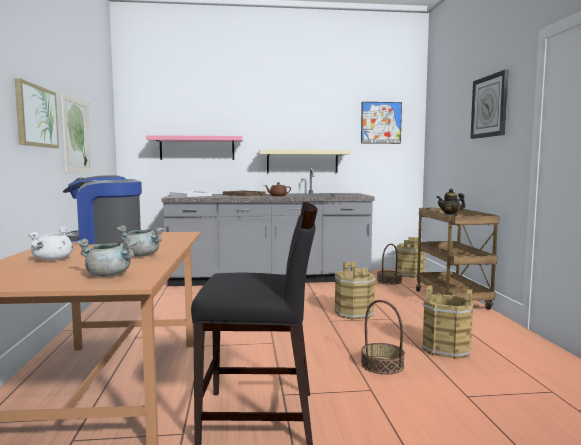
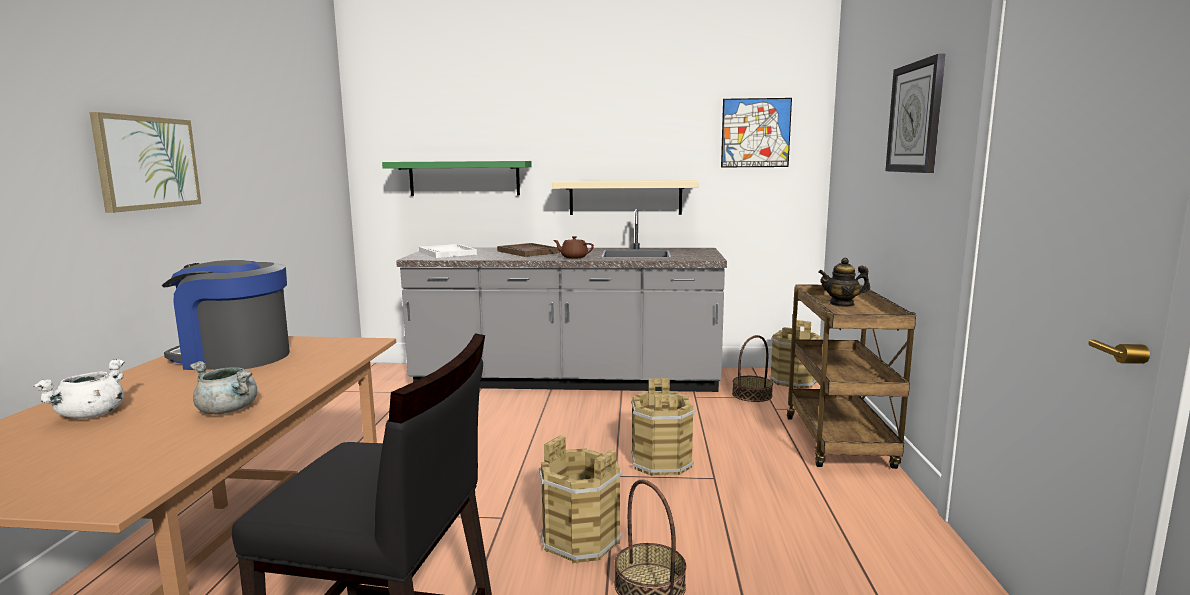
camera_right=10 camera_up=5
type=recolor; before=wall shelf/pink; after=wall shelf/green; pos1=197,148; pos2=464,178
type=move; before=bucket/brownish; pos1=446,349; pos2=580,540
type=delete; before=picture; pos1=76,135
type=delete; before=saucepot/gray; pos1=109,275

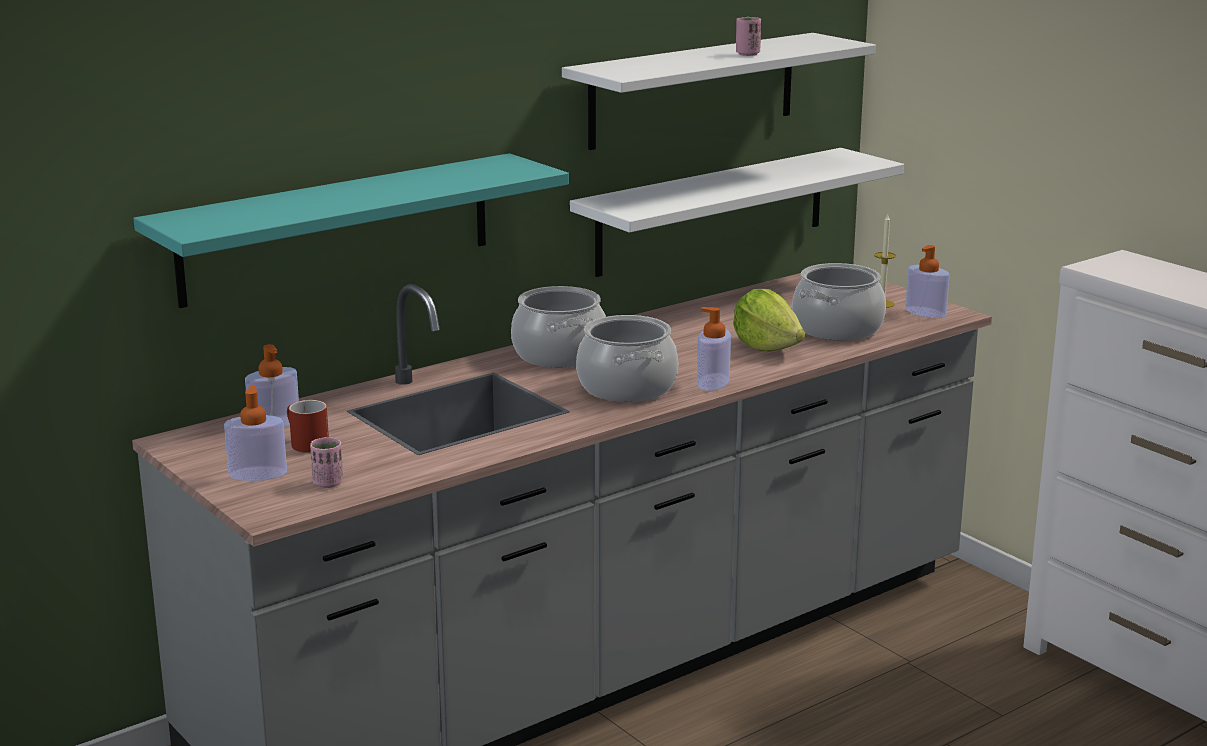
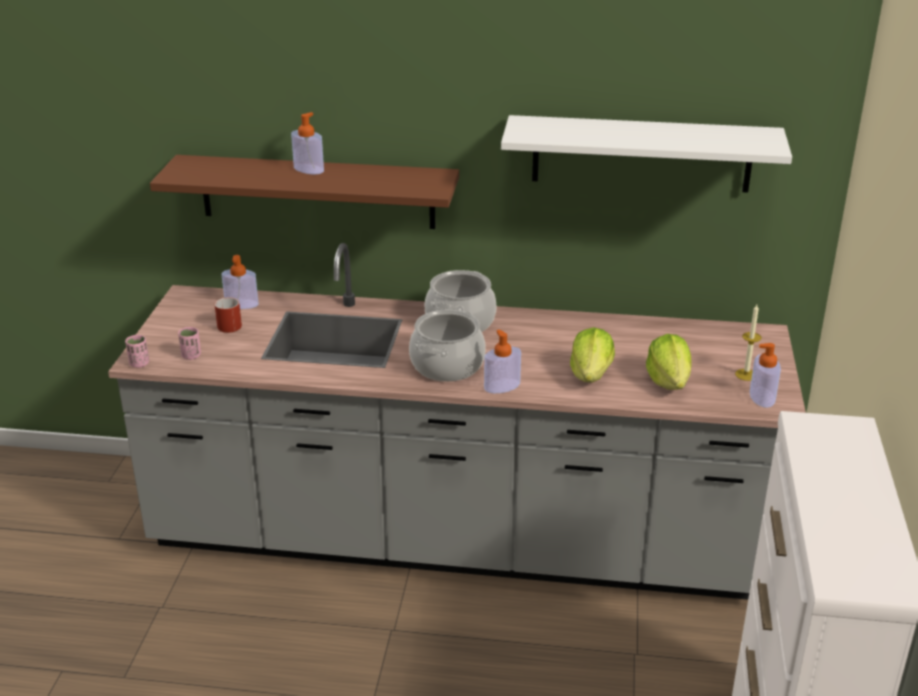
camera_right=45 camera_up=10
type=move; before=drinking cup/pink; pos1=747,54; pos2=139,364
type=recolor; before=wall shelf/blue-green; after=wall shelf/brownish; pos1=337,228; pos2=317,192
type=move; before=soap bottle; pos1=257,474; pos2=308,169
type=replace; before=saucepot; after=head of lettuce; pos1=837,328; pos2=668,381
type=delete; before=wall shelf/white-coloured; pos1=712,211

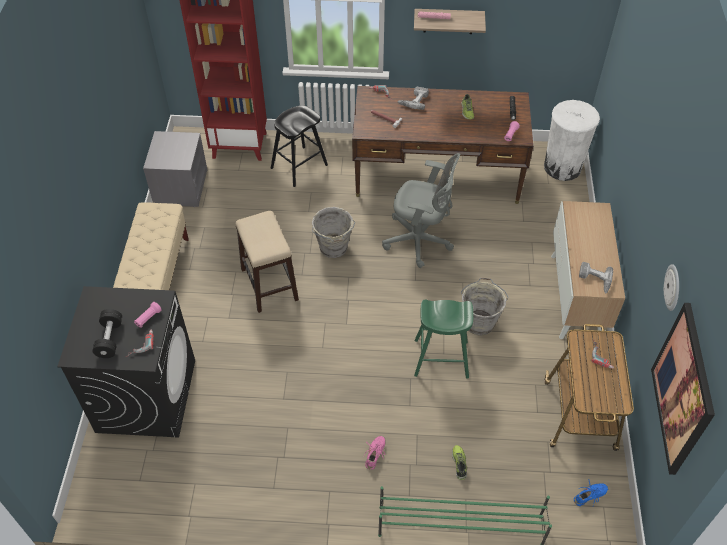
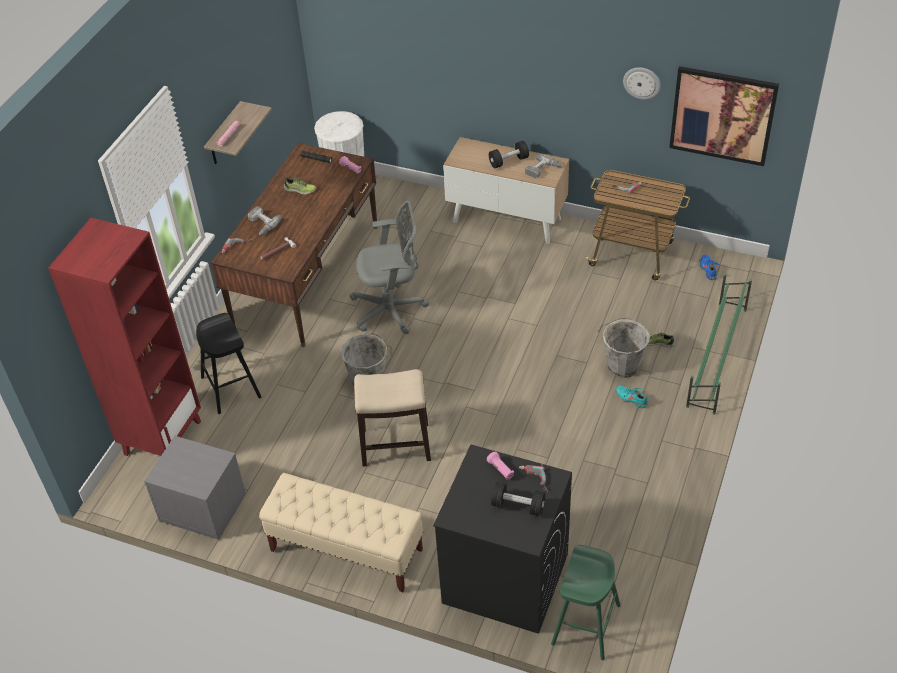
camera_right=-70 camera_up=-5
type=rotate; before=office chair/gray; pos1=420,241; pos2=392,310; turn=45
type=insert; after=free weight/black; pos2=508,161
type=move; before=stool seat/green; pos1=441,358; pos2=586,624
type=move; before=bucket/gray; pos1=479,322; pos2=621,365
type=recolor; before=low shoe/pink; after=low shoe/blue-green; pos1=375,454; pos2=631,399

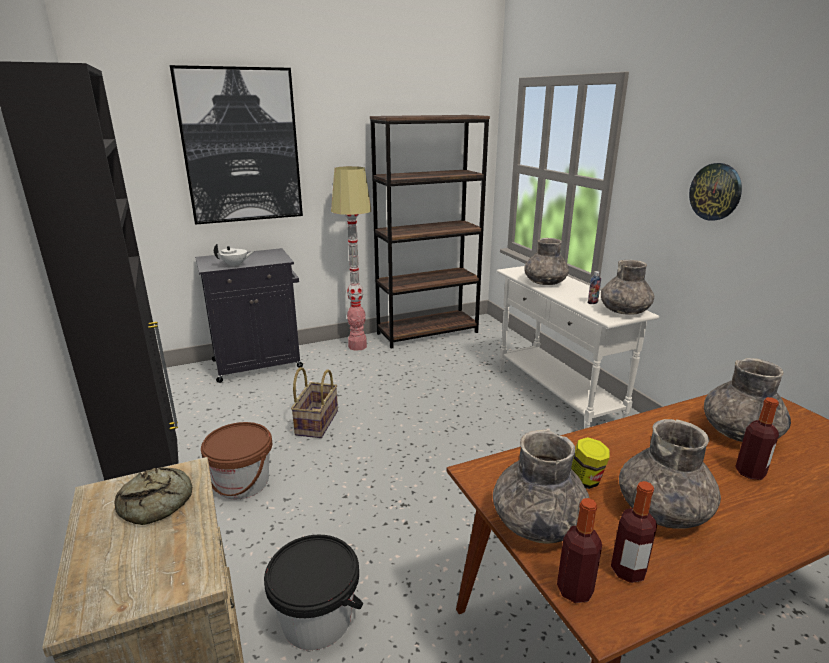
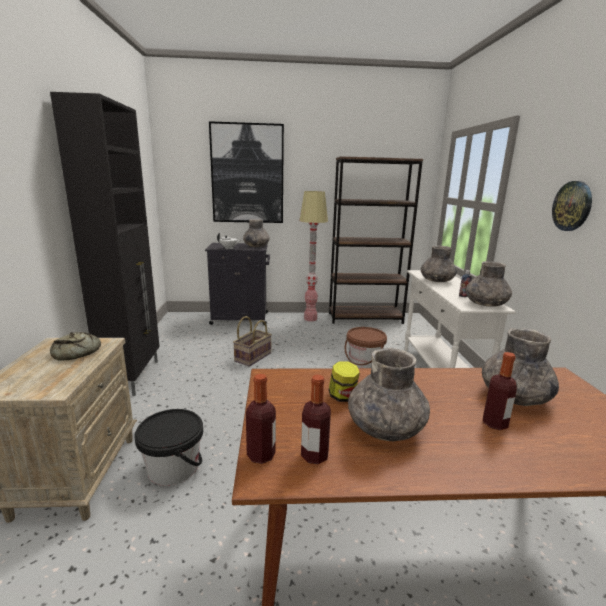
camera_right=20 camera_up=-5
type=move; before=vase/gray; pos1=537,523; pos2=256,246
type=move; before=bucket/brownish; pos1=242,483; pos2=364,362

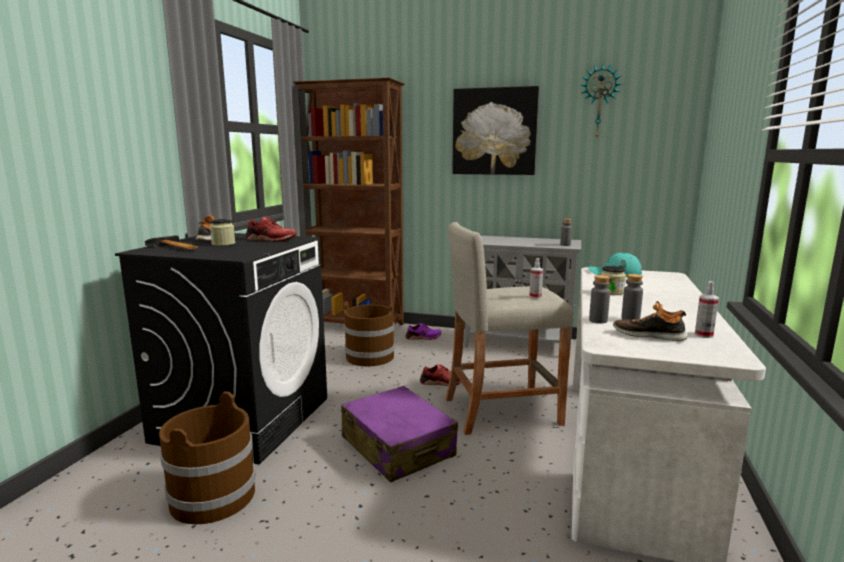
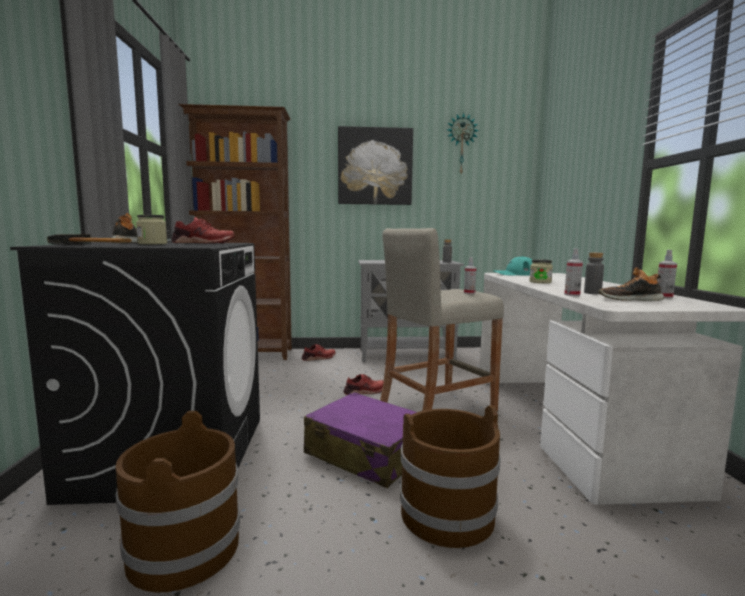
camera_right=-20 camera_up=-5
type=recolor; before=low shoe/purple; after=low shoe/reddish; pos1=423,337; pos2=318,358
type=move; before=bucket/brownish; pos1=369,357; pos2=446,515
type=replace; before=beverage bottle/gray; after=sprayer; pos1=598,320; pos2=572,295

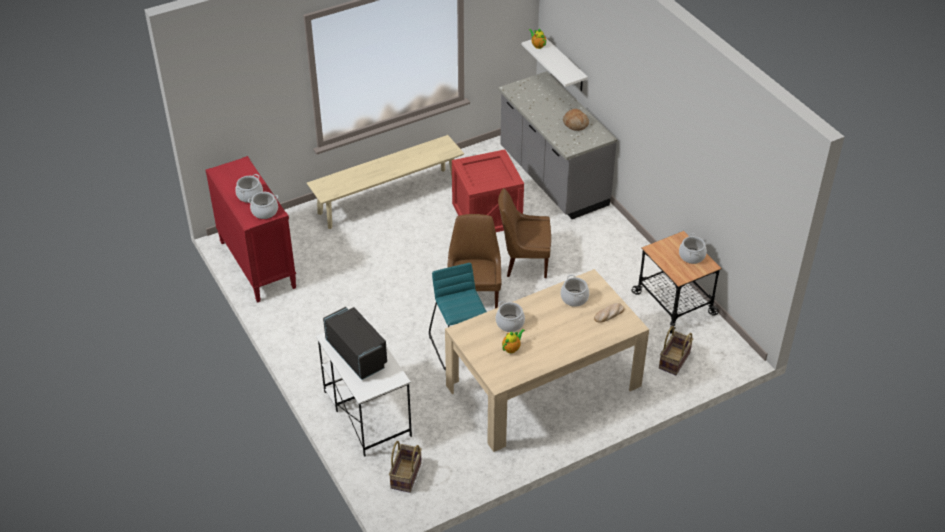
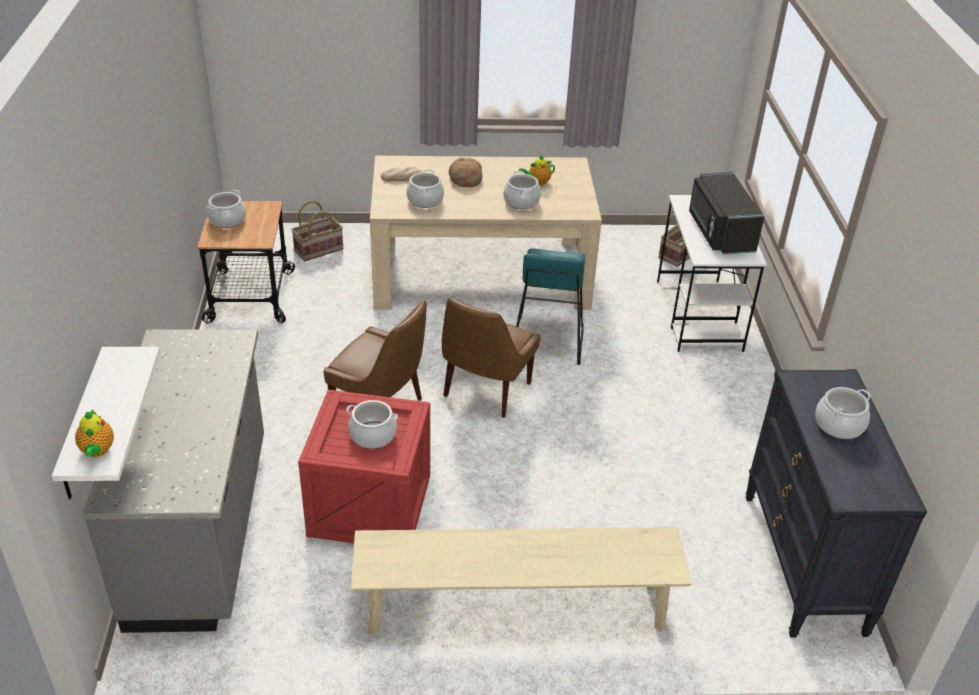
camera_right=-155 camera_up=-5
type=move; before=saucepot; pos1=264,211; pos2=373,435
type=move; before=bakery bread; pos1=575,124; pos2=465,179
type=recolor; before=drawer chest/reddish; after=drawer chest/black; pos1=257,265; pos2=804,563

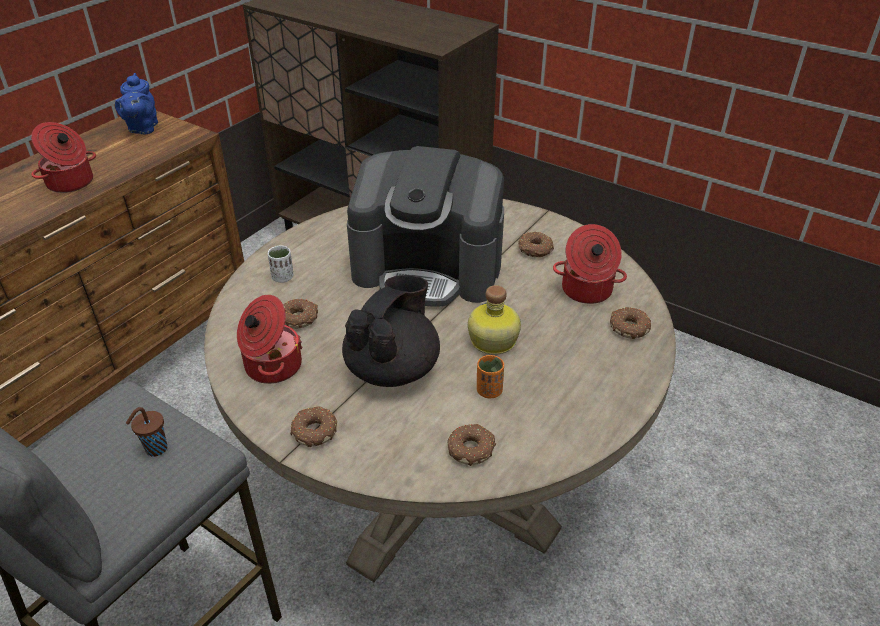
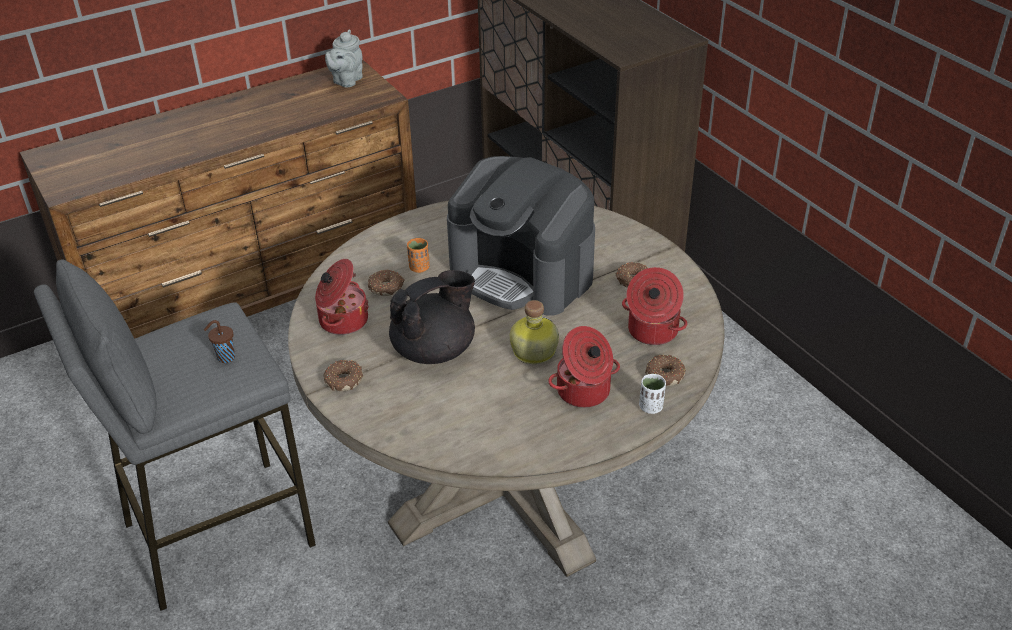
camera_right=25 camera_up=0
type=recolor; before=teapot/blue; after=teapot/gray; pos1=142,129; pos2=346,81
type=move; before=drinking cup/orangey; pos1=489,391; pos2=419,268
type=move; before=saucepot; pos1=71,183; pos2=584,392
type=move; before=drinking cup/white-coloured; pos1=283,277; pos2=651,407
type=delete; before=ring doughnut; pos1=471,449

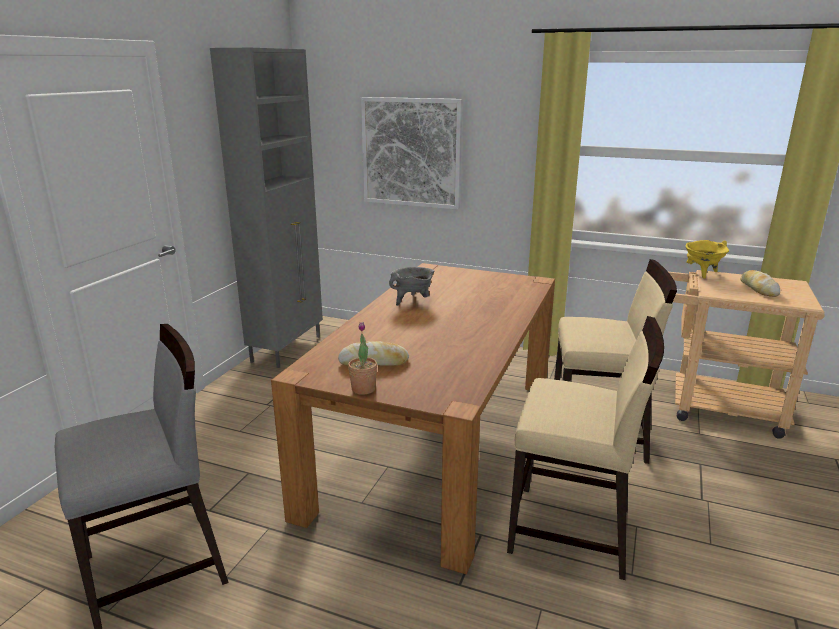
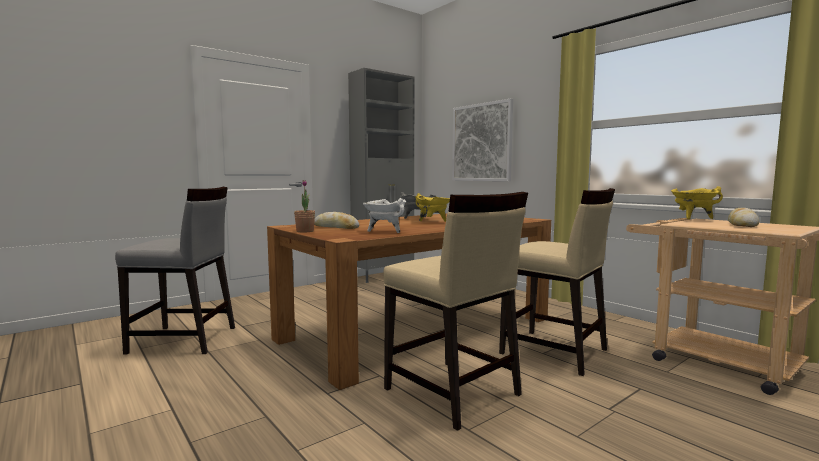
camera_right=30 camera_up=-15
type=insert; after=saucepot/white-coloured; pos2=385,231
type=insert; after=saucepot/yellowish; pos2=432,222

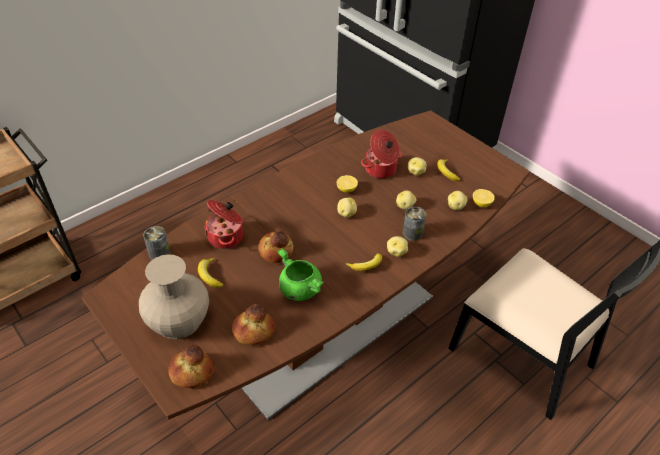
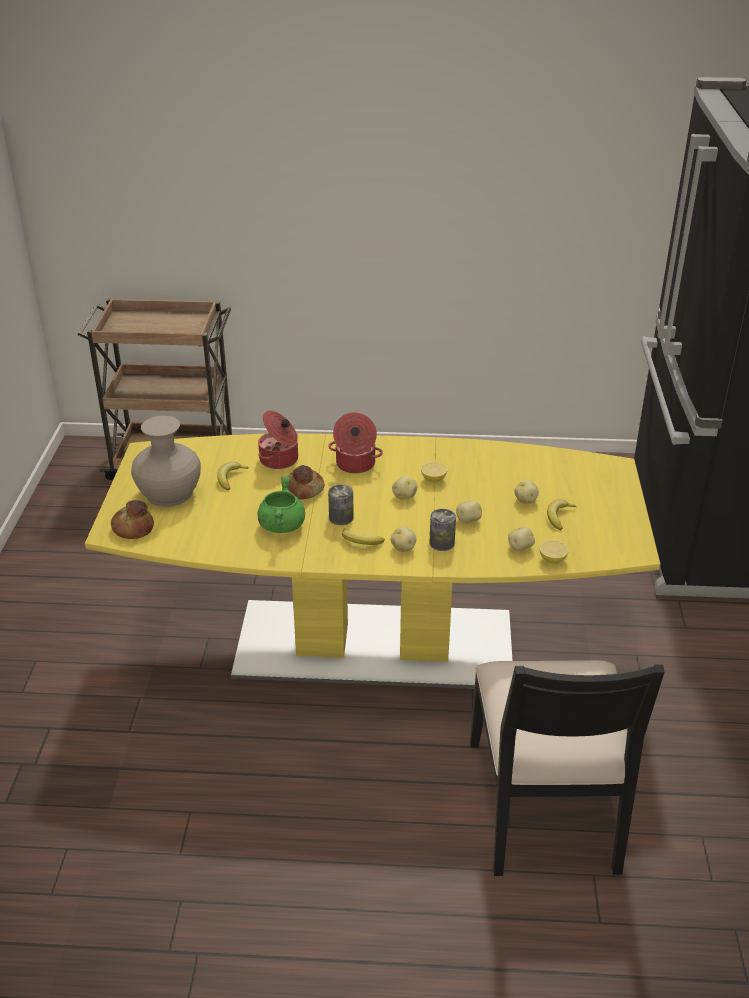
camera_right=45 camera_up=-10
type=recolor; before=dining table/brownish; after=dining table/yellowish; pos1=326,326; pos2=373,644
type=move; before=saucepot; pos1=381,170; pos2=355,464
type=move; before=metal can; pos1=159,253; pos2=341,518
type=delete; before=bakery bread; pos1=253,331

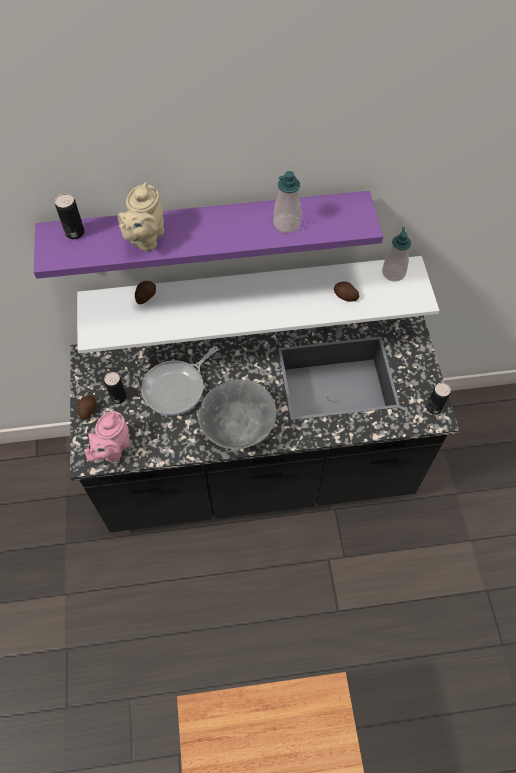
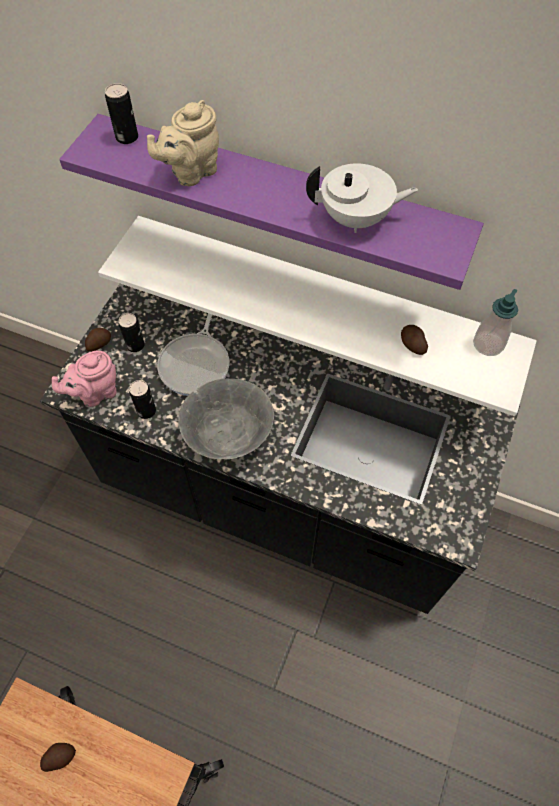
camera_right=30 camera_up=0
type=move; before=spud; pos1=145,296; pos2=59,757
type=move; before=metal can; pos1=434,408; pos2=146,411
type=rotate; before=frying pan; pos1=177,388; pos2=196,364; turn=-60
type=replace; before=soap bottle; after=teapot/white-coloured; pos1=286,223; pos2=356,219

